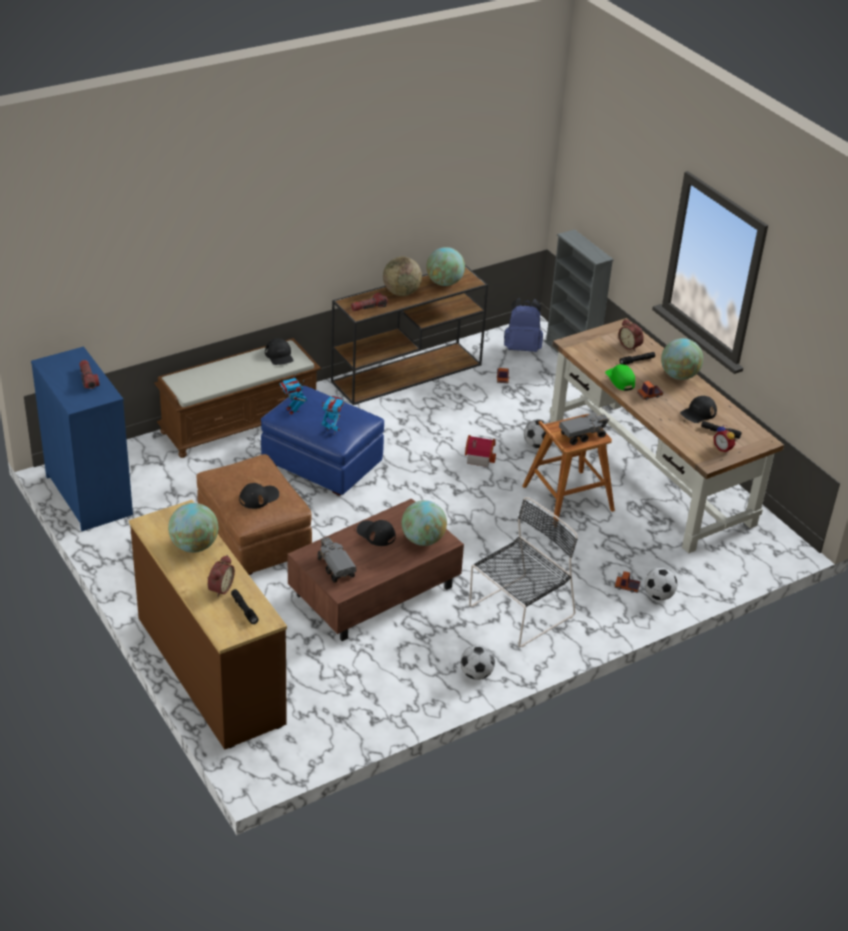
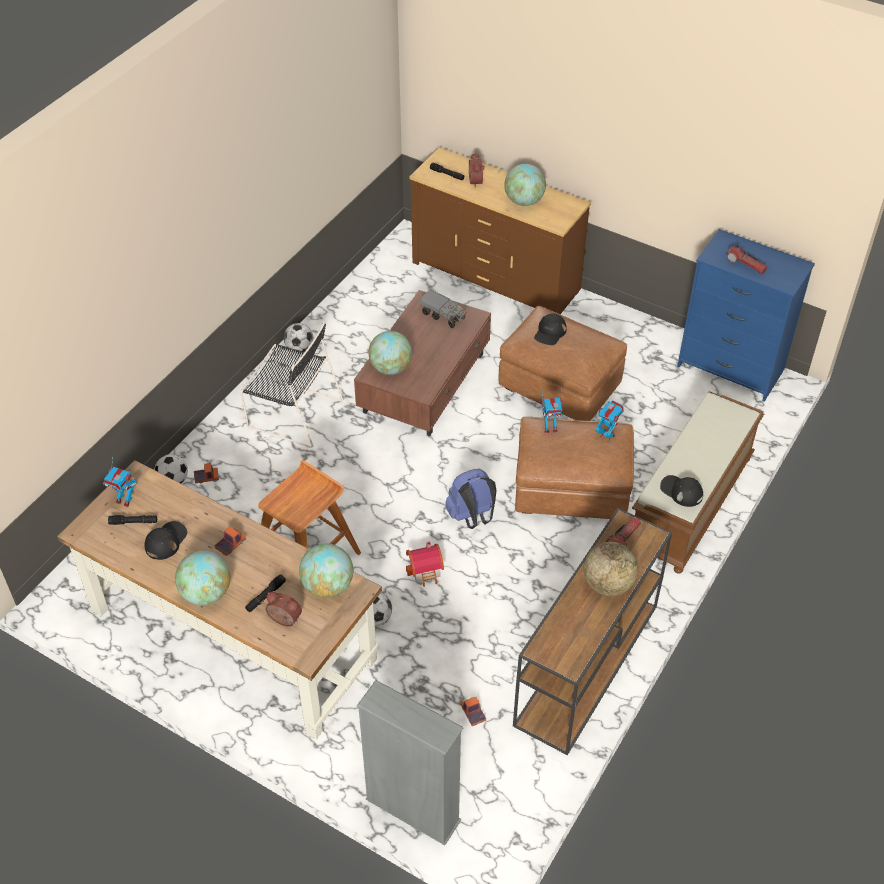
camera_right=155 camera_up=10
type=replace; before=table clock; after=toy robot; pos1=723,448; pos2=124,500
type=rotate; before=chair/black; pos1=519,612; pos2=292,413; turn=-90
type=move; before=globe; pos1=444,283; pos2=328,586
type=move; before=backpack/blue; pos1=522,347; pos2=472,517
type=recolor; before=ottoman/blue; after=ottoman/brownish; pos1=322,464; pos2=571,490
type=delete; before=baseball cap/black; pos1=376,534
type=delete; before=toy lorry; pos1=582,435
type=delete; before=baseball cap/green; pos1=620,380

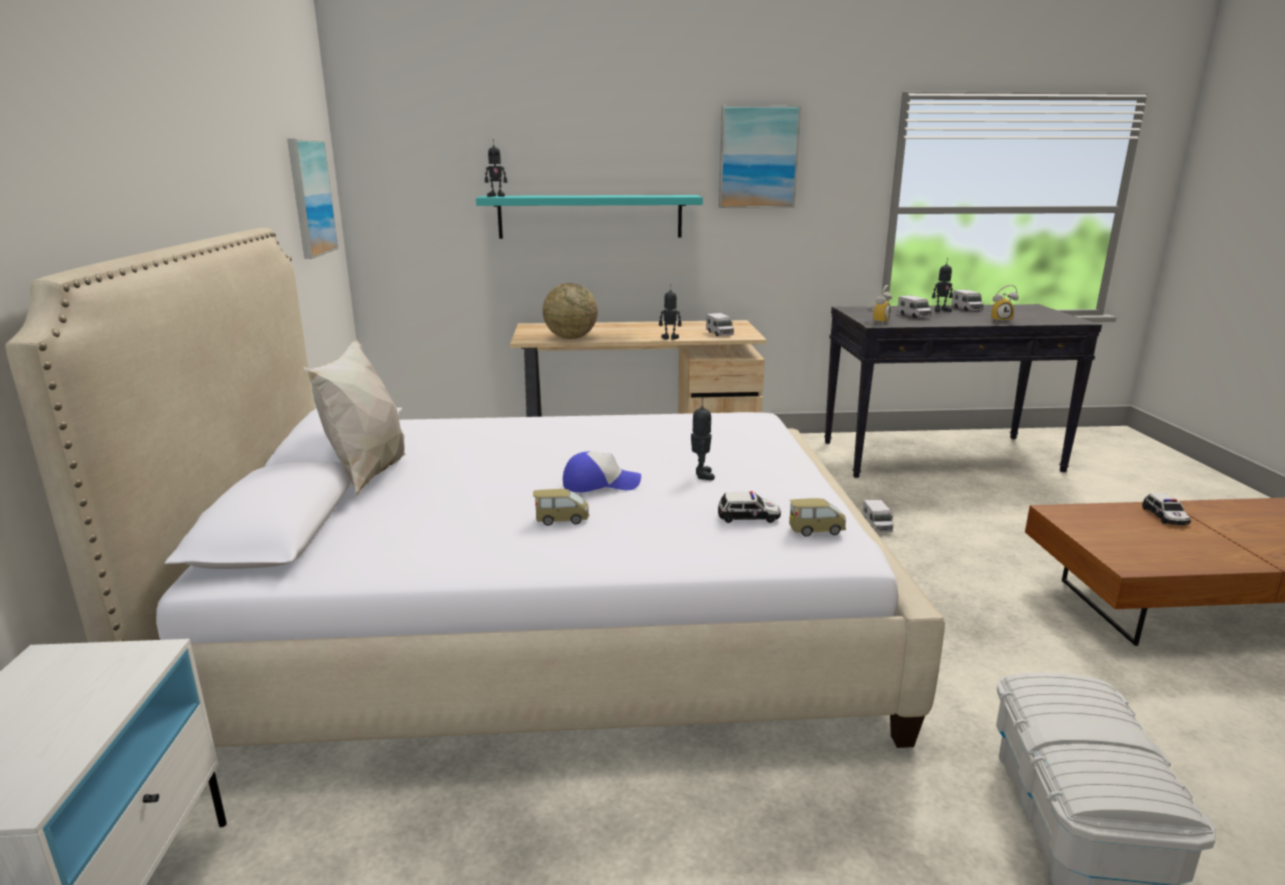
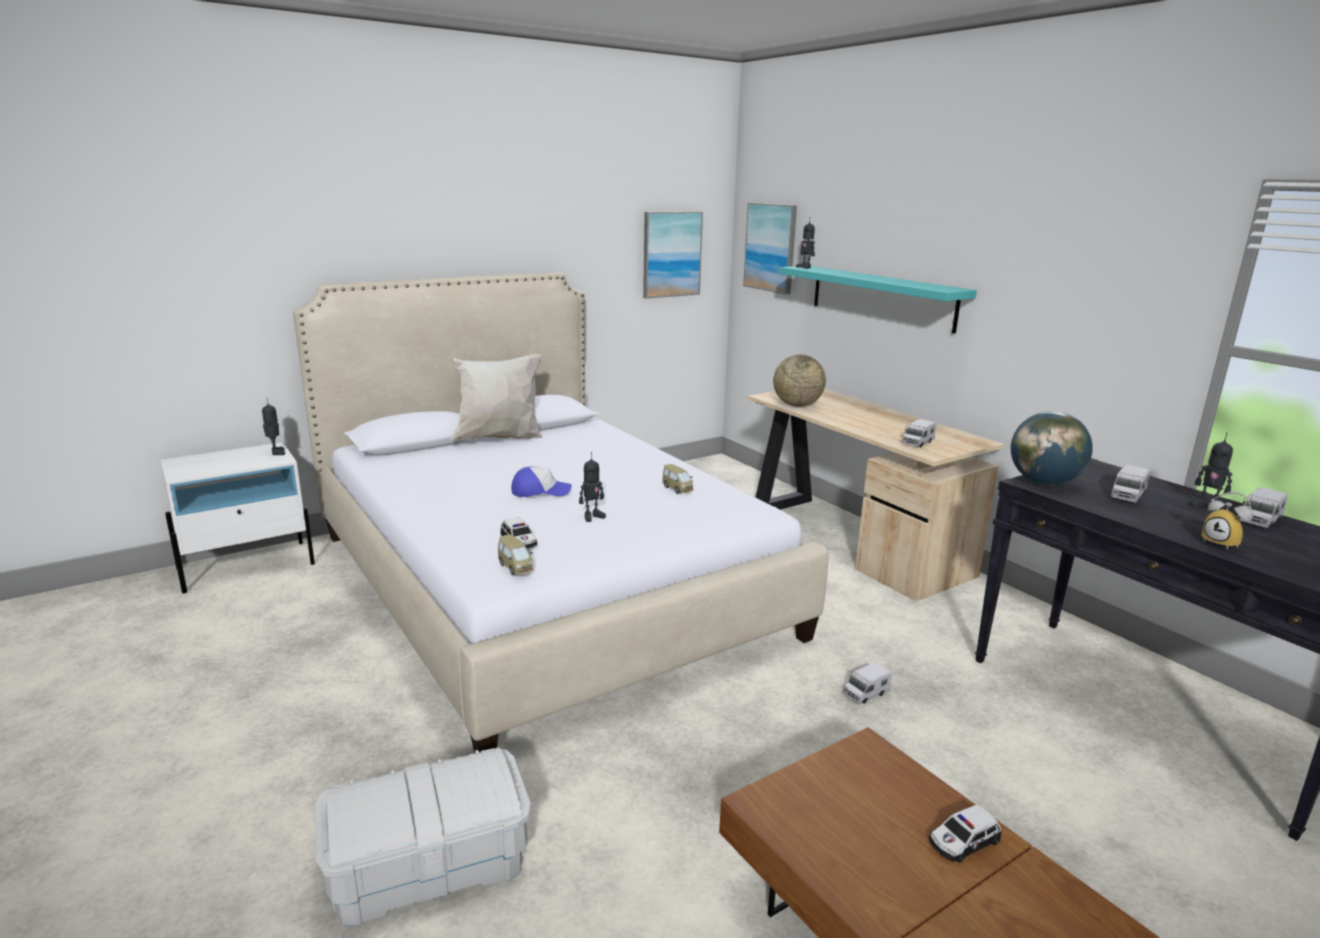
camera_right=60 camera_up=0
type=move; before=toy robot; pos1=670,338; pos2=276,453
type=rotate; before=baseball cap; pos1=600,484; pos2=540,491; turn=-60
type=move; before=model car; pos1=562,519; pos2=677,489
type=move; before=picture; pos1=758,157; pos2=771,247
type=replace; before=table clock; after=globe; pos1=877,322; pos2=1043,482

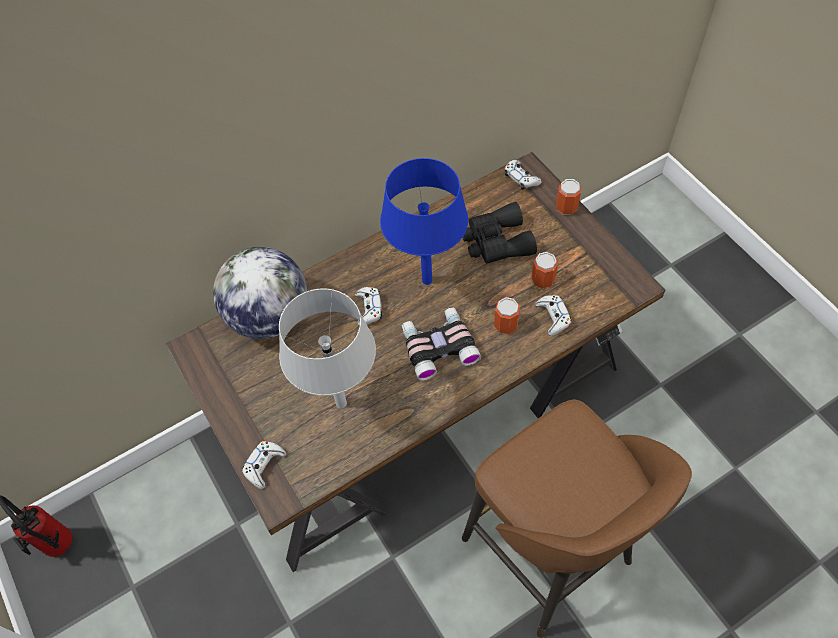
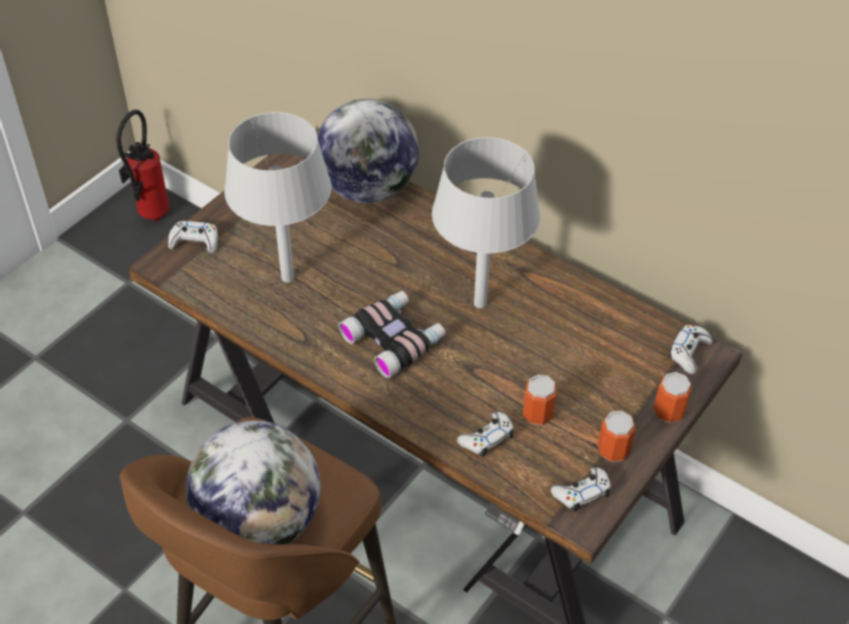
camera_right=65 camera_up=-10
type=insert; after=globe; pos2=259,522
type=recolor; before=lamp for a table/blue; after=lamp for a table/gray; pos1=426,280; pos2=480,303
type=move; before=game controller/white-coloured; pos1=369,309; pos2=581,493
type=move; before=metal can; pos1=505,325; pos2=613,450
type=delete; before=pair of binoculars/black; pos1=496,242

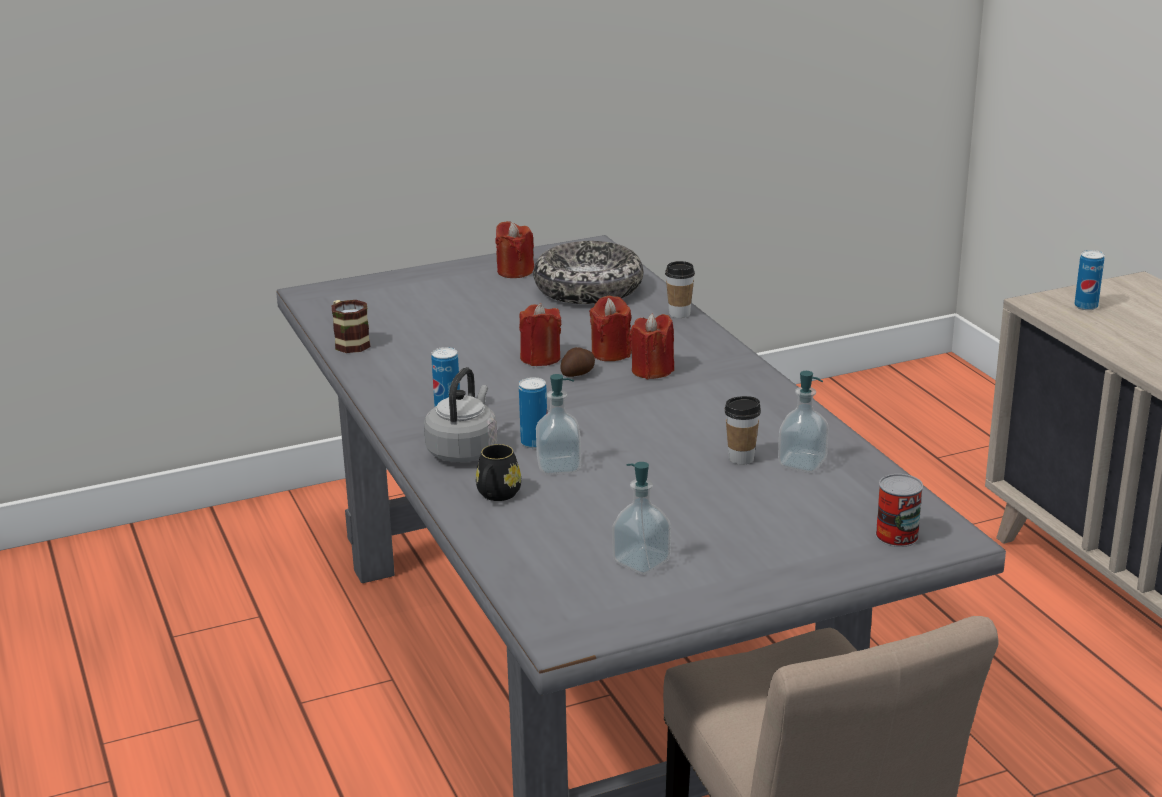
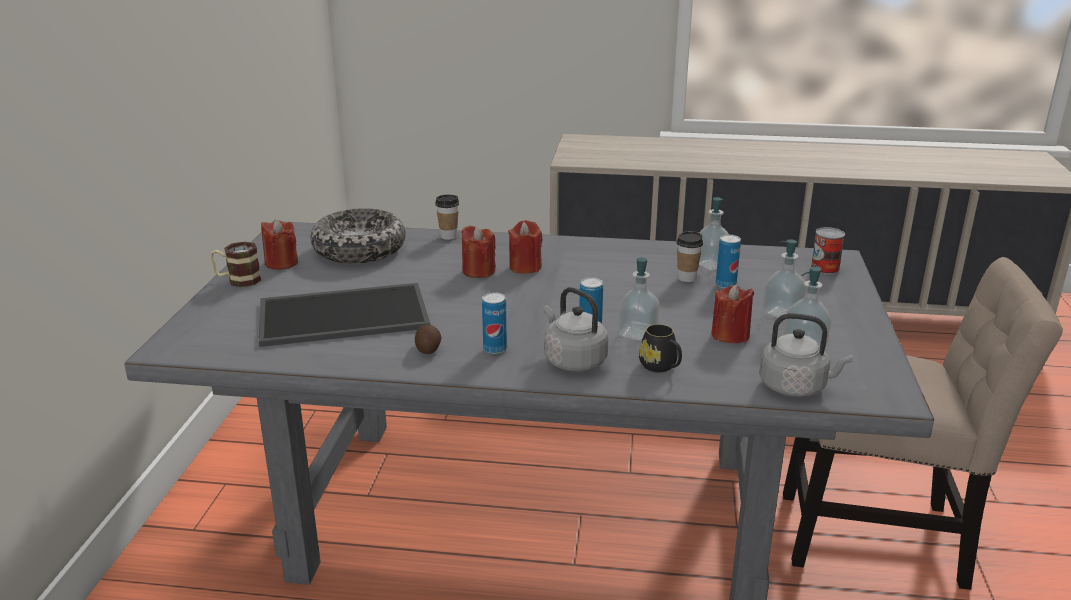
camera_right=-60 camera_up=0
type=move; before=tea mug; pos1=349,342; pos2=238,280
type=insert; after=serving tray; pos2=345,314
type=move; before=spud; pos1=579,374; pos2=428,348
type=move; before=wax light/reddish; pos1=540,358; pos2=730,335
type=move; before=metal can; pos1=1086,306; pos2=725,285
type=insert; after=tea kettle/gray; pos2=796,387
type=insert; after=soap bottle; pos2=782,313

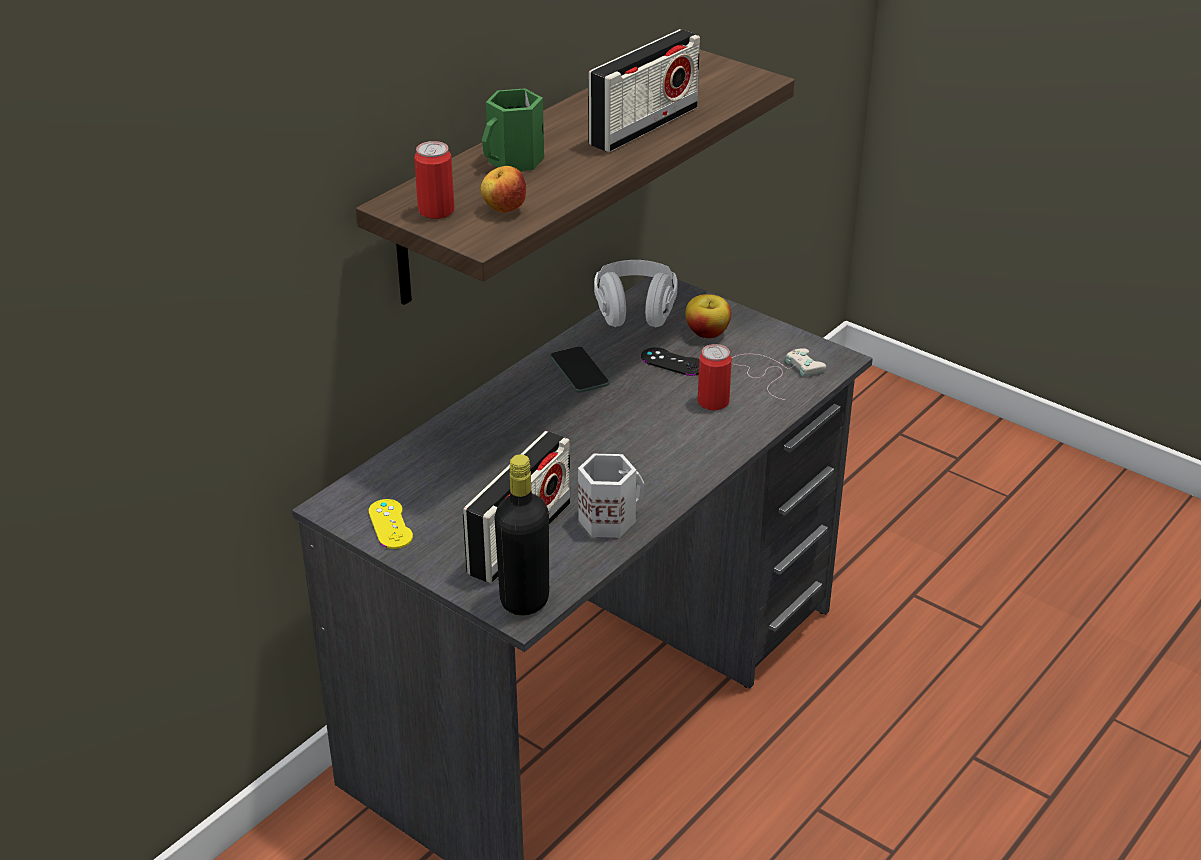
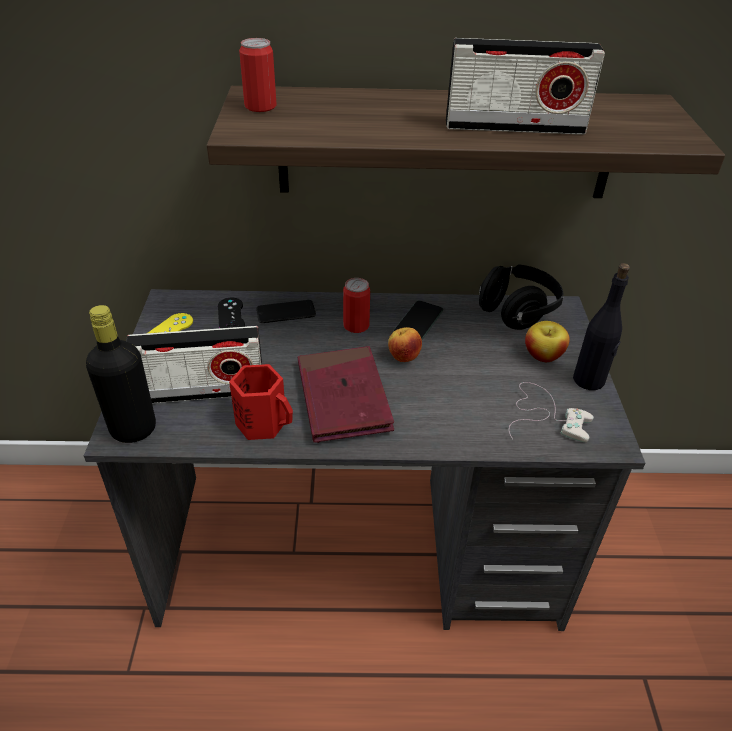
camera_right=50 camera_up=5
type=move; before=game controller/black; pos1=673,362; pos2=231,315
type=recolor; before=tea mug/white-coloured; after=tea mug/reddish; pos1=608,519; pos2=263,422
type=insert; after=phone; pos2=286,312
type=insert; after=volume/reddish; pos2=343,397
type=move; before=metal can; pos1=713,402; pos2=356,325
type=move; before=apple fruit; pos1=504,210; pos2=403,357
type=recolor; before=headset/white-coloured; after=headset/black; pos1=635,312; pos2=517,311
type=insert; after=beverage bottle/black; pos2=589,380
type=delete; before=tea mug/green; pos1=515,161

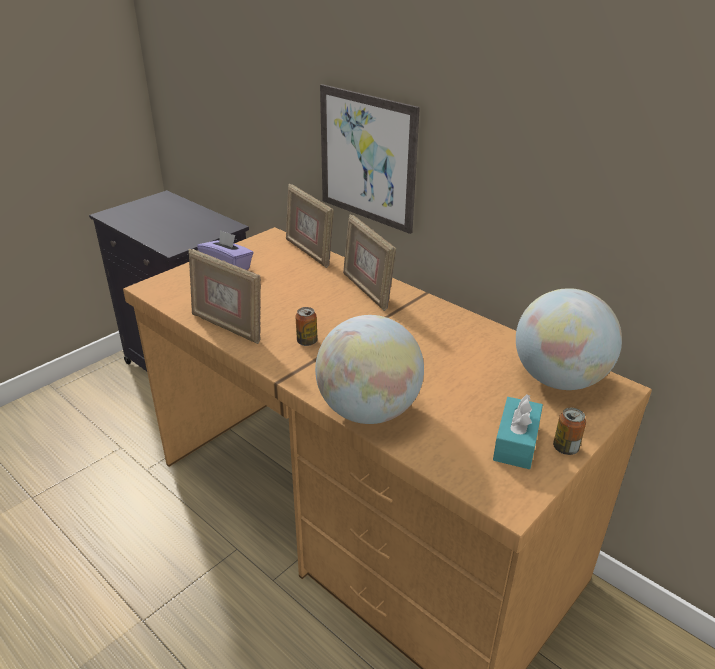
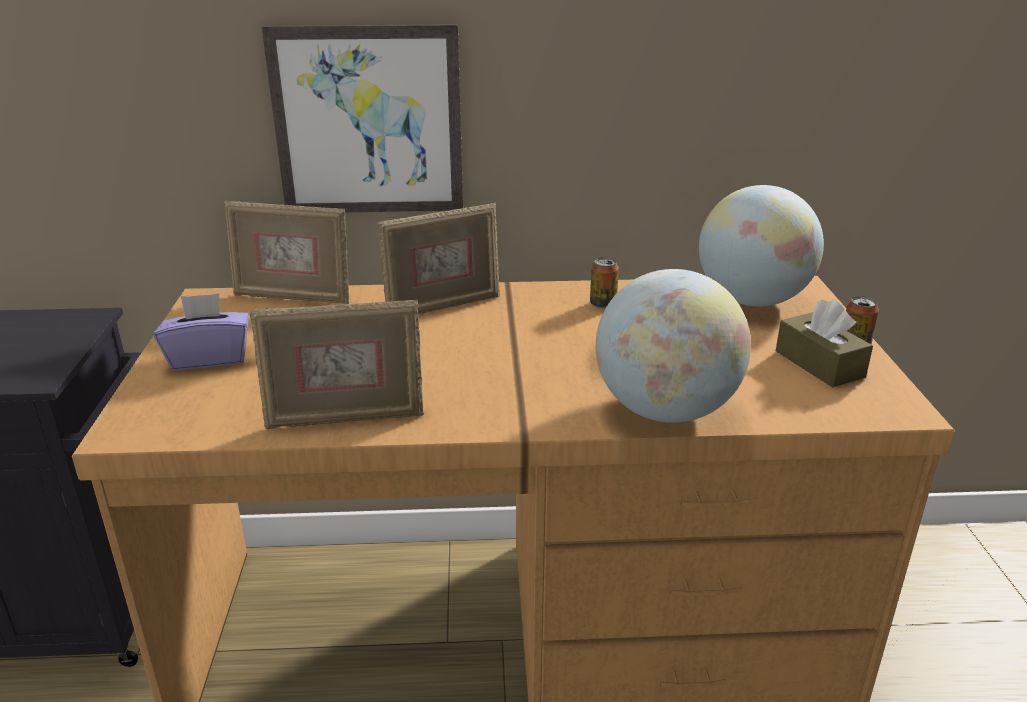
camera_right=-45 camera_up=-5
type=rotate; before=photo frame; pos1=367,291; pos2=442,306; turn=-45
type=move; before=metal can; pos1=307,341; pos2=603,304
type=recolor; before=tissue holder/blue-green; after=tissue holder/brownish; pos1=516,442; pos2=819,364

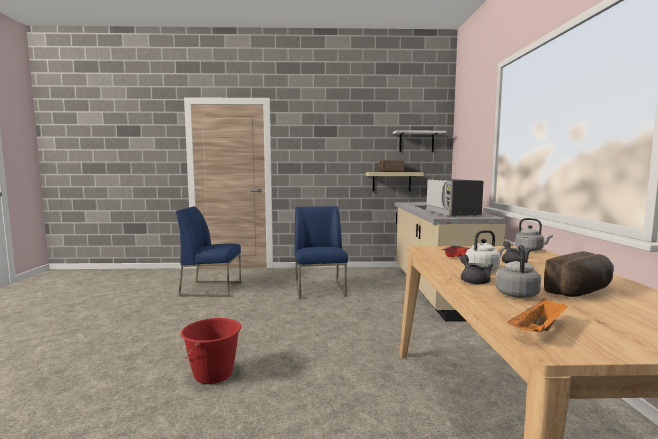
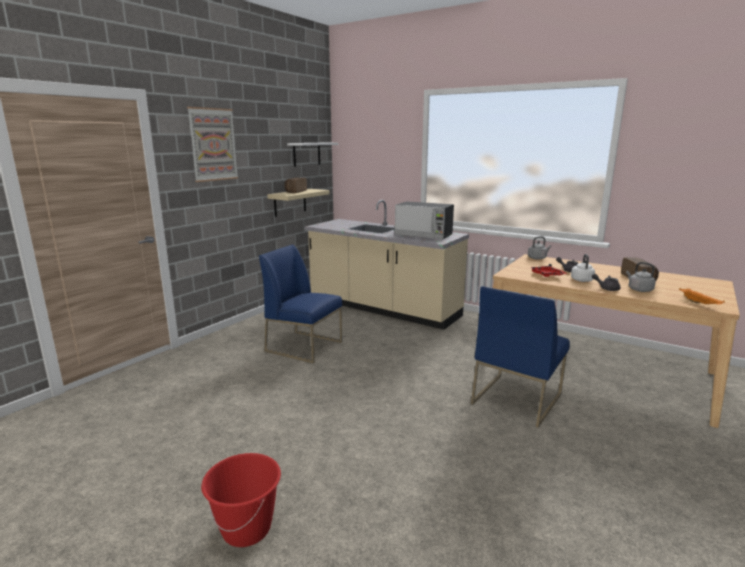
camera_right=-55 camera_up=10
type=insert; after=picture; pos2=213,144
type=move; before=bucket/reddish; pos1=213,375; pos2=247,529
type=move; before=chair/blue; pos1=212,289; pos2=516,398

